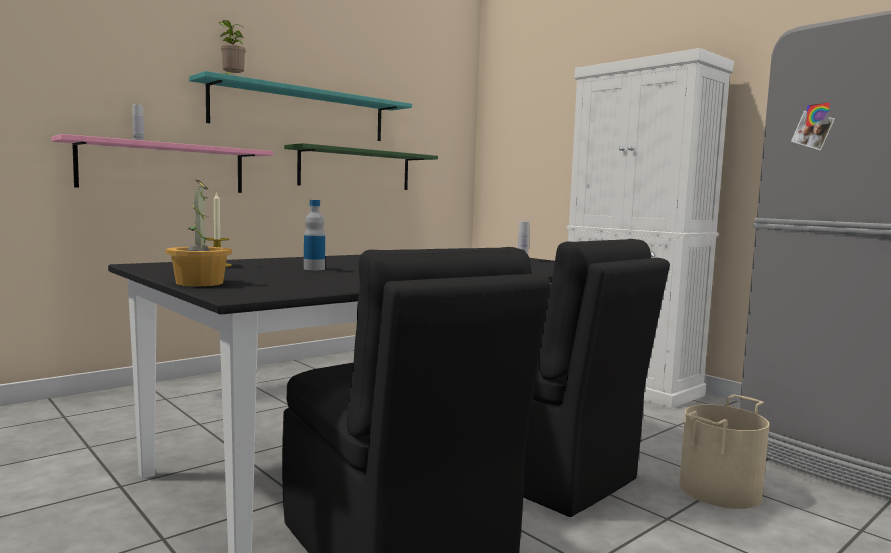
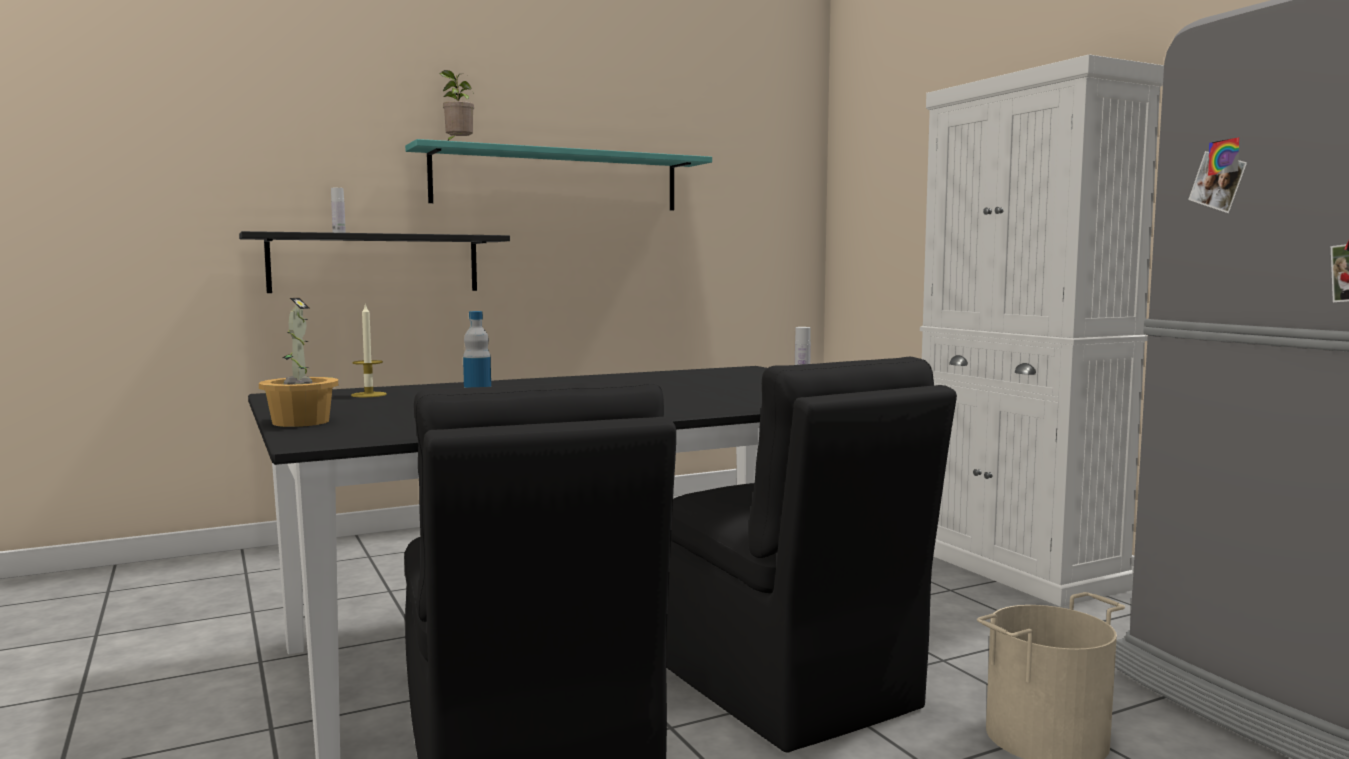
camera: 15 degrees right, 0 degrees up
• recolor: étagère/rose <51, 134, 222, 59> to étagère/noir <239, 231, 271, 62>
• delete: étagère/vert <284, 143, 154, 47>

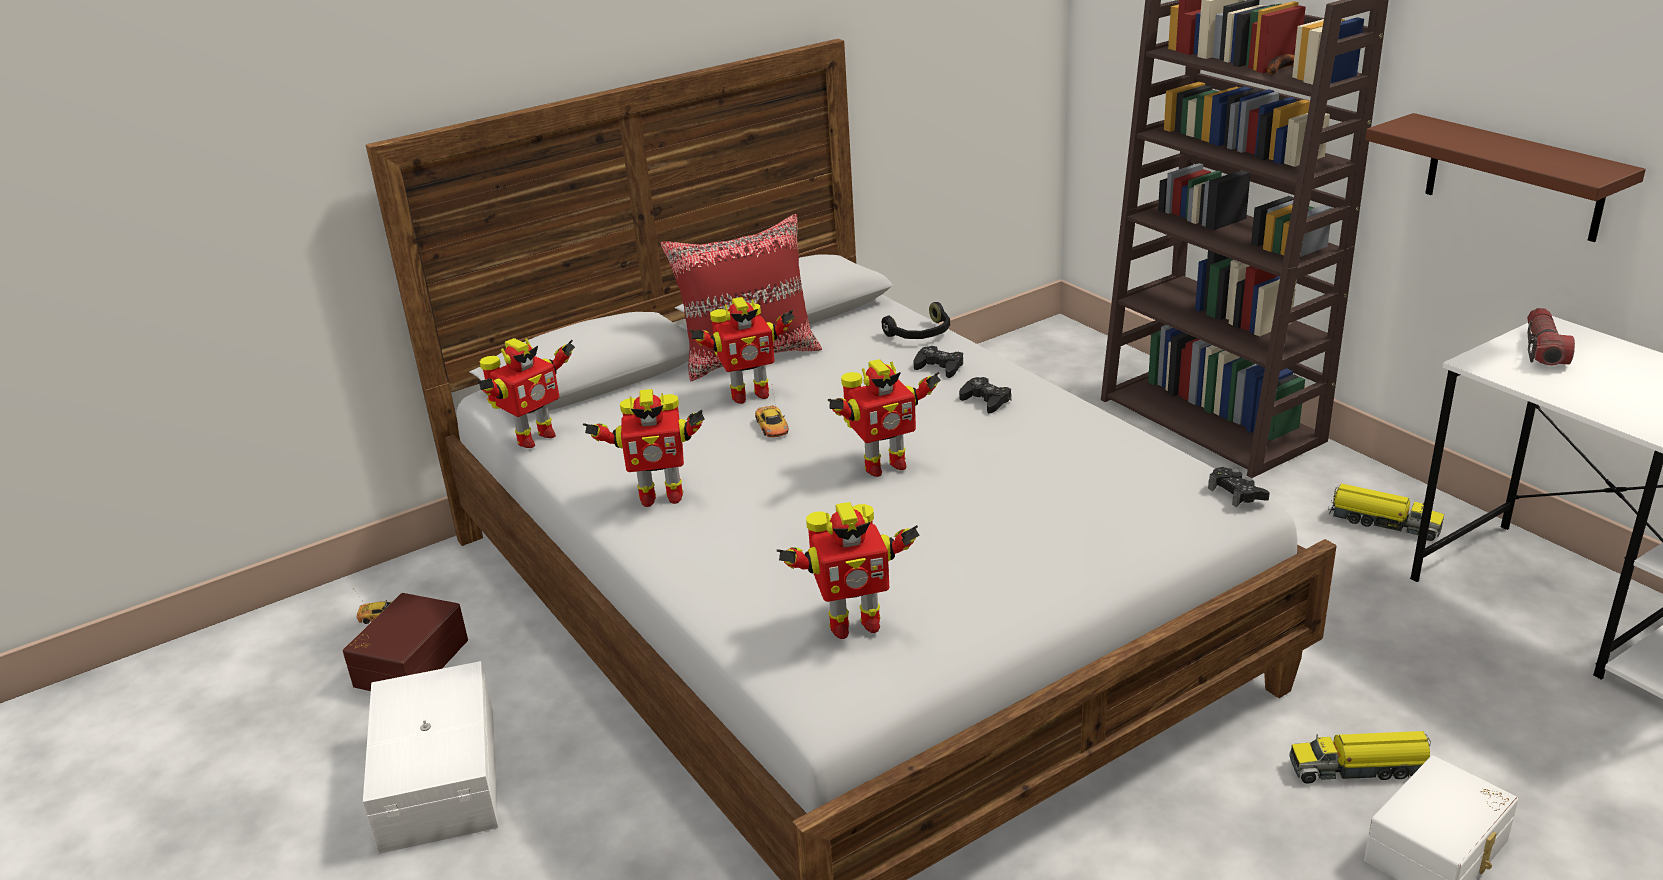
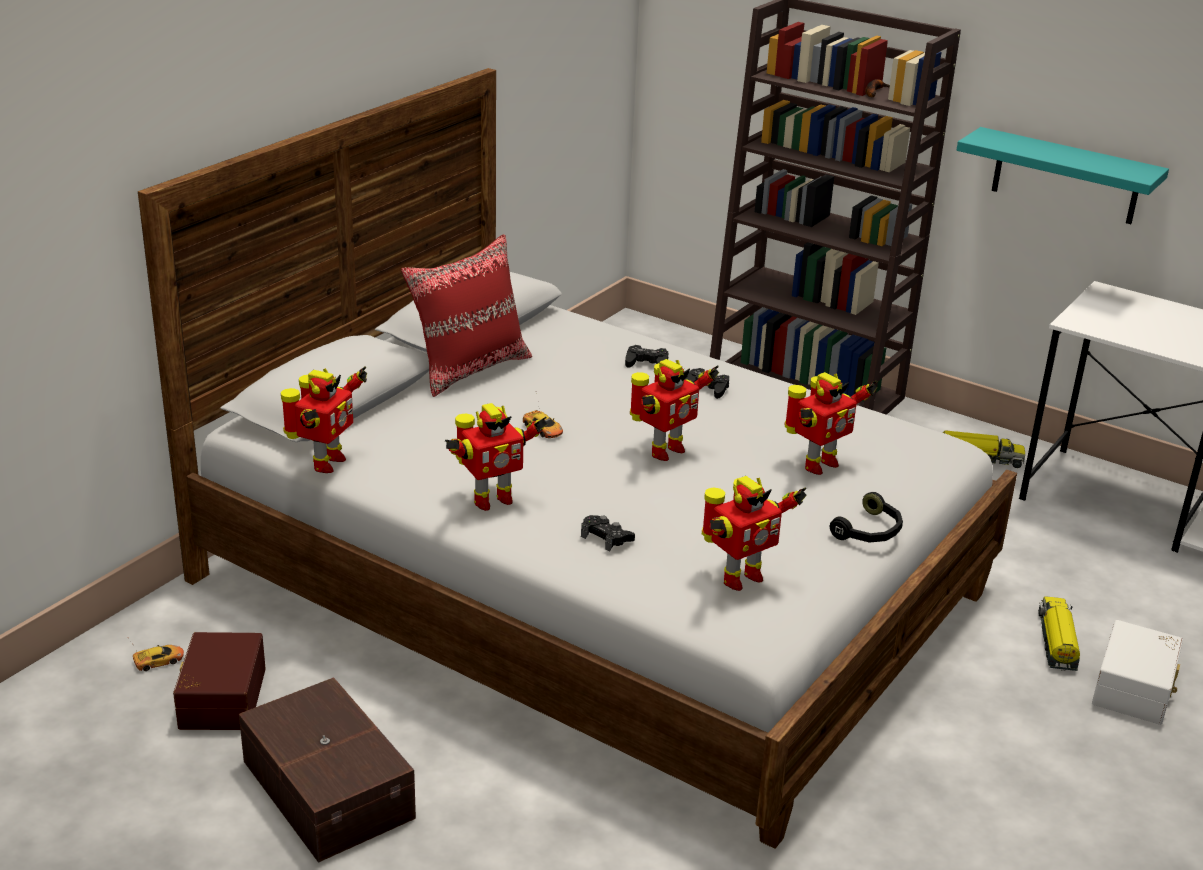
camera: 25 degrees left, 0 degrees up
• recolor: boîte de rangement/blanc <363, 661, 135, 193> to boîte de rangement/marron <239, 677, 177, 186>
• move: manette/noir <1208, 467, 62, 41> to <581, 515, 54, 36>
• move: robot jouet <689, 297, 106, 107> to <785, 372, 92, 103>
• move: casque audio/noir <882, 302, 68, 37> to <830, 492, 73, 51>
• recolor: étagère/marron <1365, 113, 281, 129> to étagère/turquoise <957, 127, 212, 97>
• rotate: camion jouet <1290, 731, 141, 52> = <1038, 597, 42, 74> 120 degrees clockwise
• delete: lampe de poche <1527, 308, 48, 57>

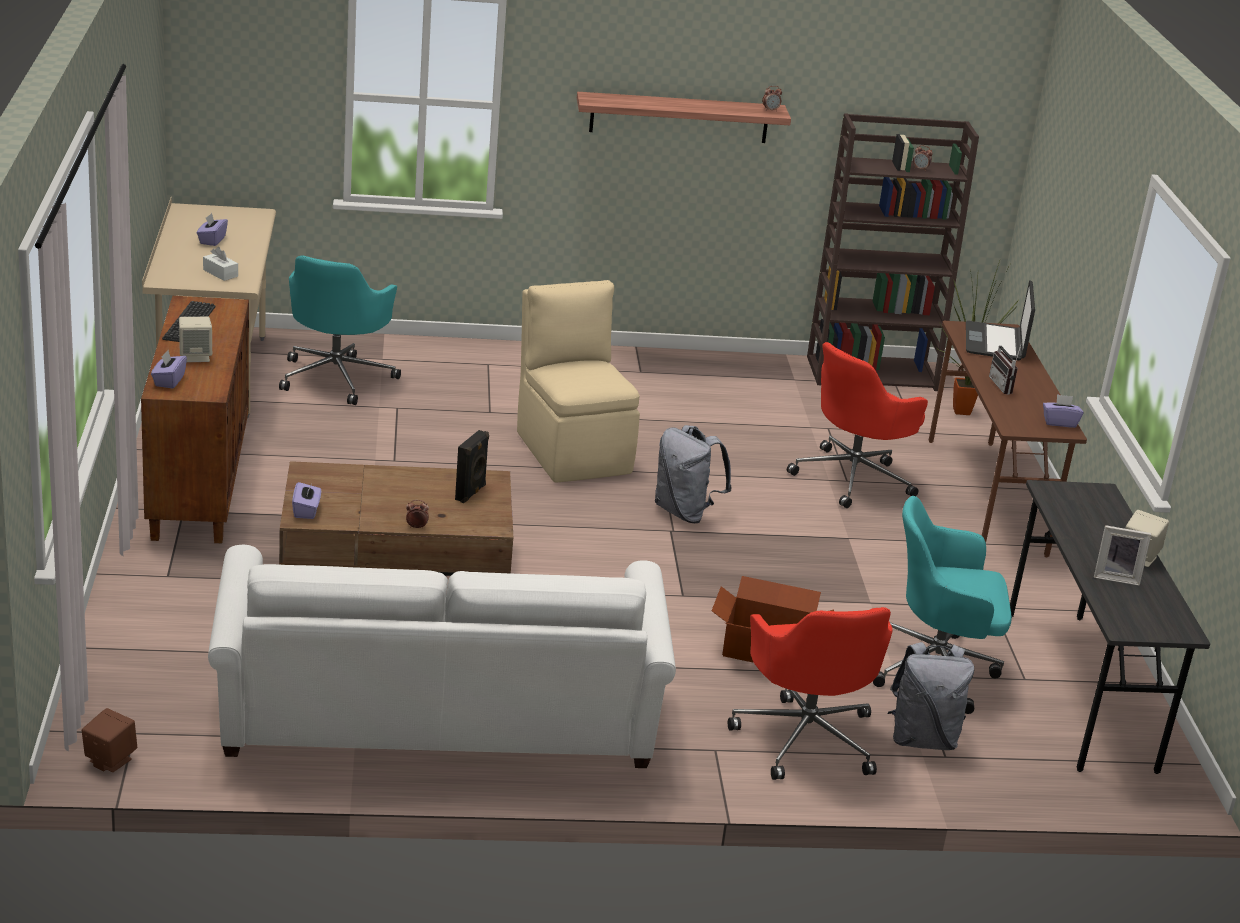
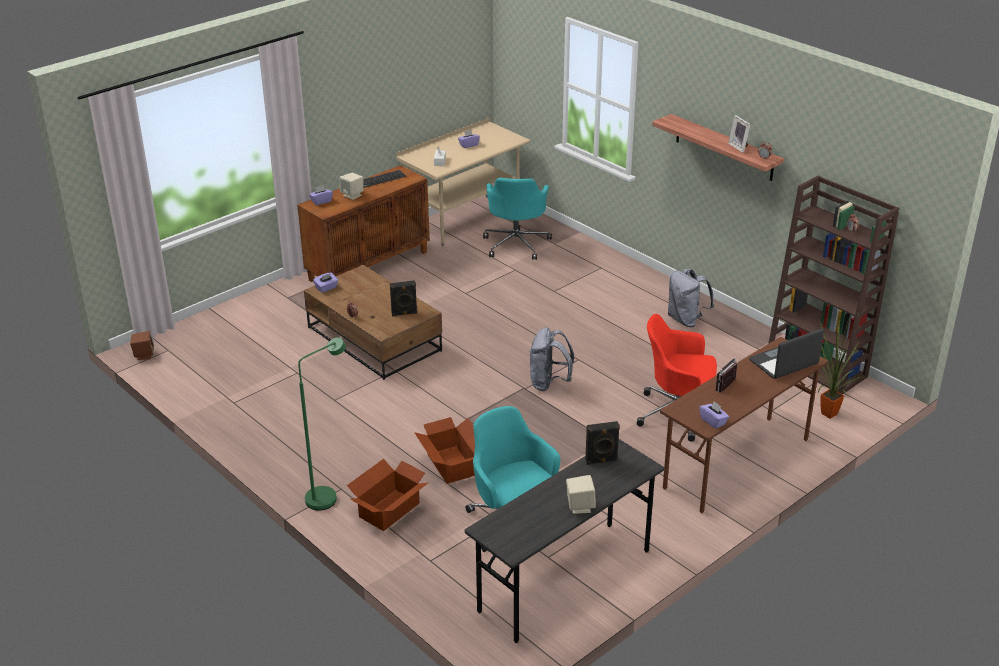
camera: 55 degrees right, 5 degrees up
• insert: lampadaire/vert <298, 337, 48, 173>
• replace: chaise de bureau/rouge <728, 607, 165, 173> to carton <347, 459, 81, 72>
• rotate: chaise de bureau/turquoise <279, 255, 122, 150> = <483, 178, 69, 82> 60 degrees counterclockwise
• insert: enceinte/noir <585, 421, 35, 44>
• move: sac à dos/gris <888, 642, 86, 108> to <668, 269, 46, 58>
• move: cadre photo <1094, 525, 57, 61> to <728, 115, 23, 38>
• delete: canapé/blanc <208, 545, 468, 223>
• delete: chaise/beige <517, 280, 123, 203>

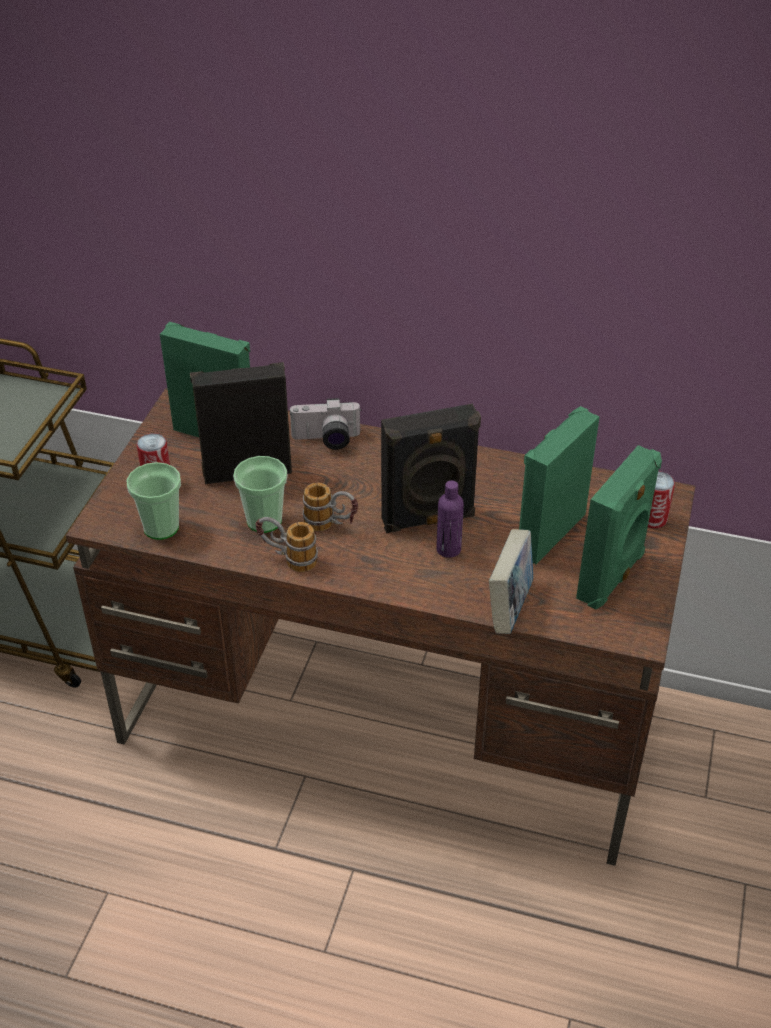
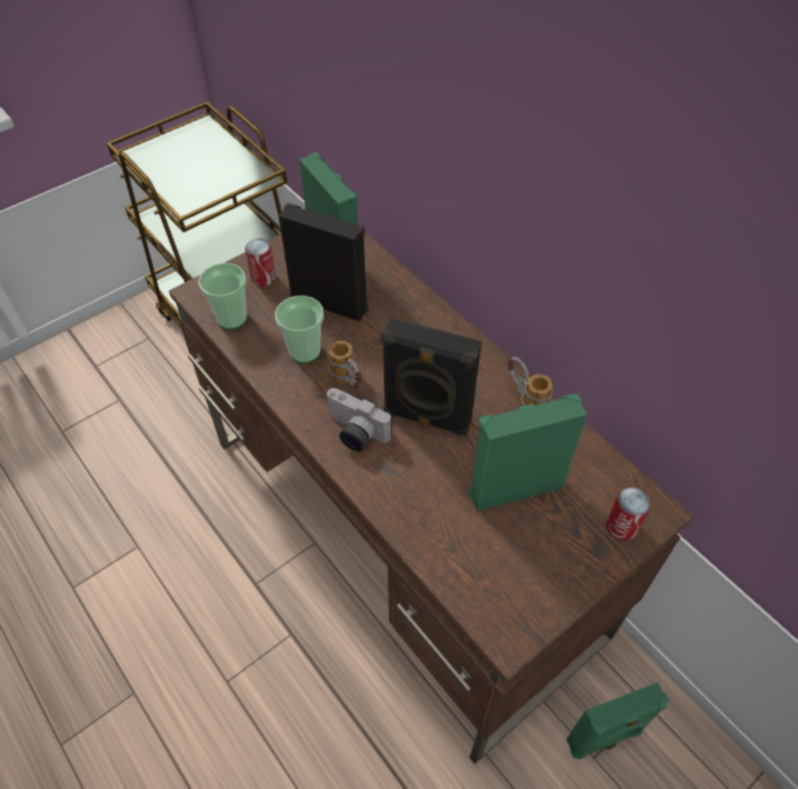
camera: 35 degrees right, 10 degrees up
• move: appareil photo <289, 398, 72, 52> to <325, 388, 67, 63>
• move: mug <256, 517, 62, 55> to <508, 356, 45, 50>
• move: enceinte/vert <576, 445, 86, 164> to <566, 682, 103, 77>
• delete: bouteille/violet <436, 480, 28, 78>
• delete: livre <489, 529, 44, 105>

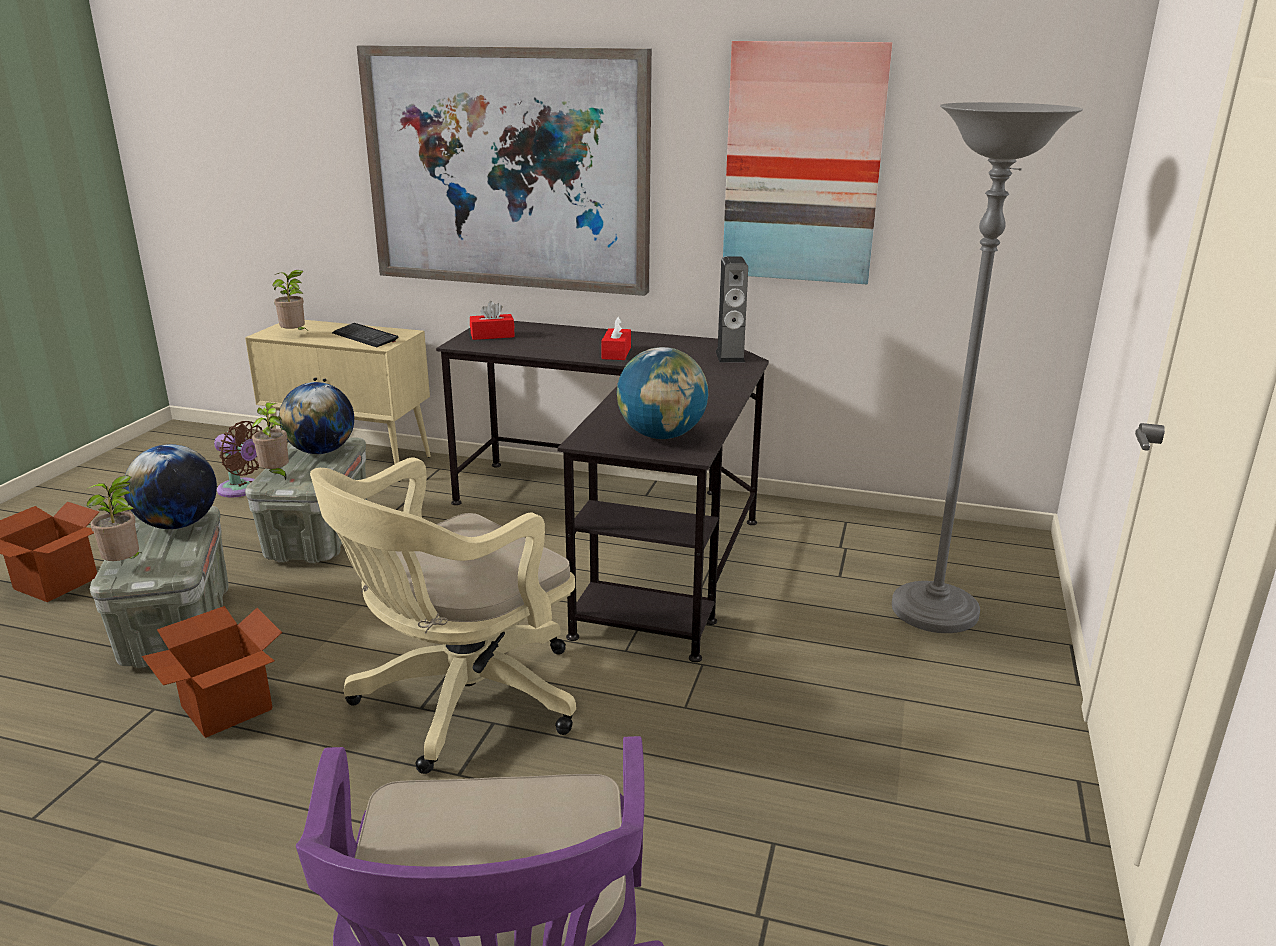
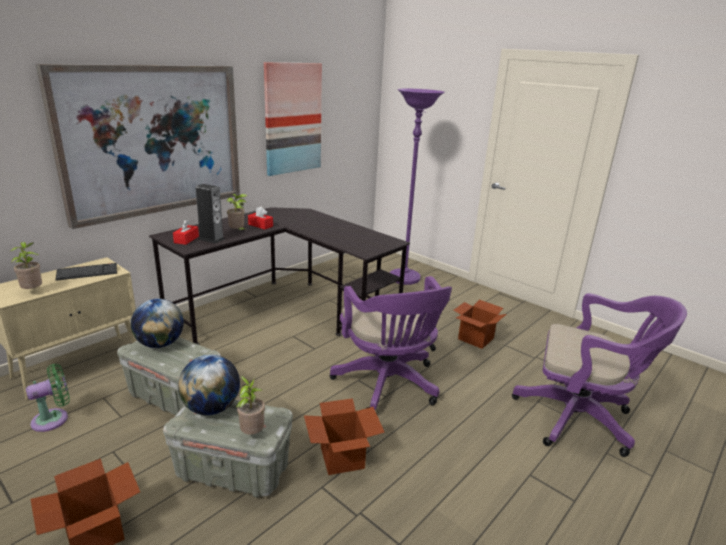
camera: 65 degrees left, 0 degrees up
• recolor: ventilateur/marron <214, 421, 48, 77> to ventilateur/vert <26, 364, 44, 68>
• move: enceinte <716, 257, 32, 106> to <195, 184, 29, 60>
• move: plante en pot <252, 402, 37, 78> to <227, 194, 21, 36>
• recolor: chaise de bureau/beige <310, 457, 266, 317> to chaise de bureau/violet <330, 276, 122, 134>
• recolor: lampadaire/gris <892, 102, 191, 531> to lampadaire/violet <389, 89, 56, 196>
• insert: carton <453, 300, 53, 49>
• delete: globe <617, 347, 92, 92>

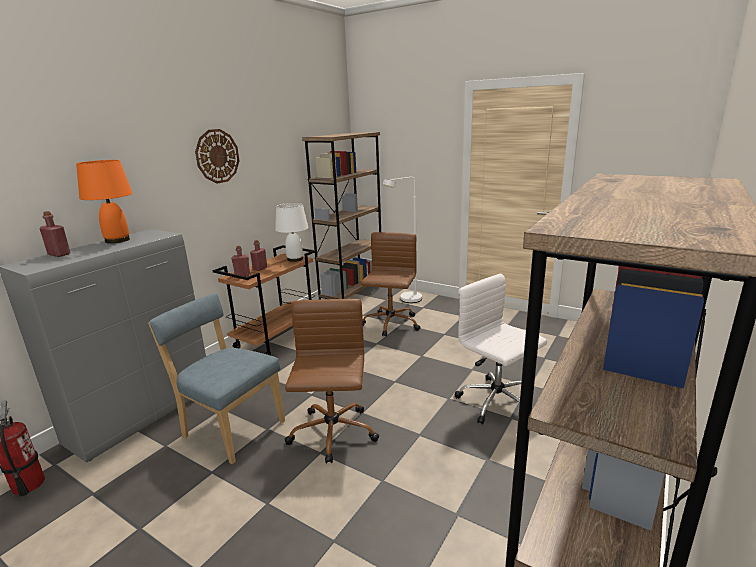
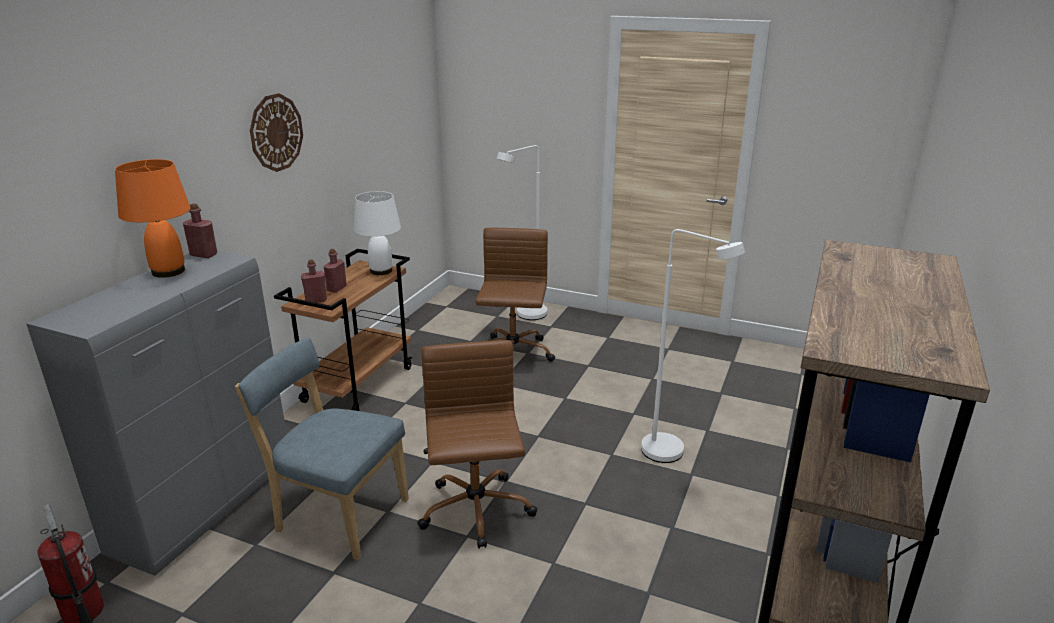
camera: 10 degrees left, 5 degrees up
• move: bouteille/rouge <39, 211, 31, 46> to <183, 203, 34, 55>
• replace: chaise de bureau/blanc <454, 274, 93, 151> to lampadaire/blanc <641, 229, 104, 234>
• delete: bibliothèque/marron <302, 132, 79, 167>

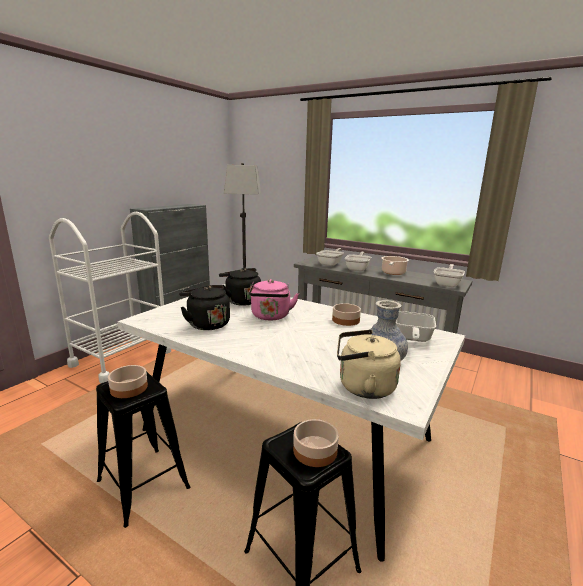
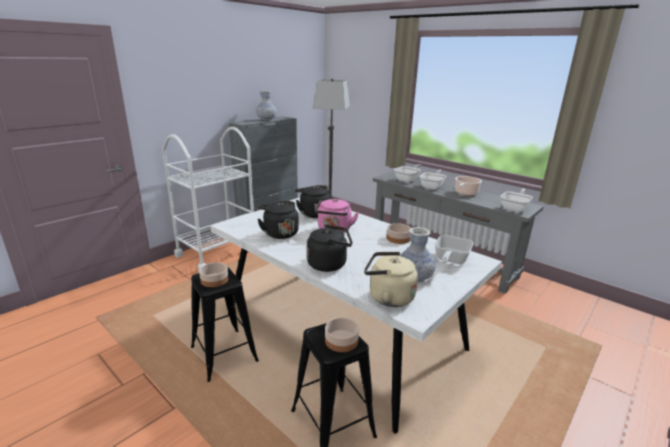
camera: 10 degrees right, 5 degrees up
• insert: vase <256, 91, 21, 29>
• insert: bouilloire/noir <307, 224, 46, 48>

